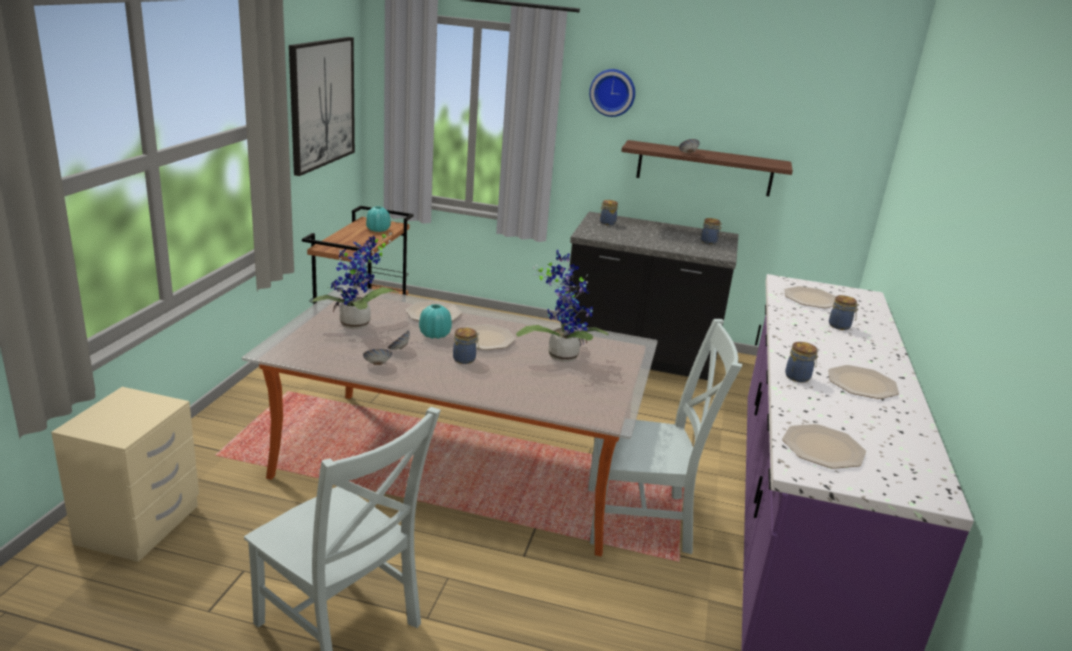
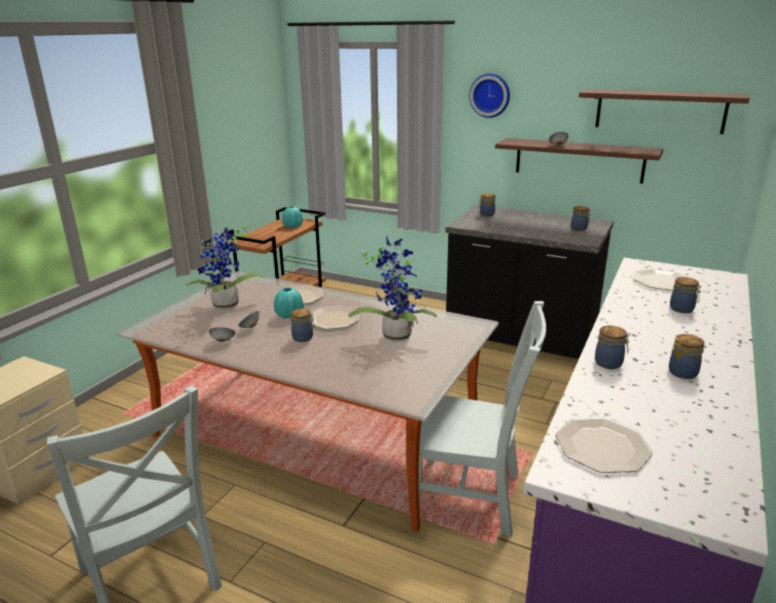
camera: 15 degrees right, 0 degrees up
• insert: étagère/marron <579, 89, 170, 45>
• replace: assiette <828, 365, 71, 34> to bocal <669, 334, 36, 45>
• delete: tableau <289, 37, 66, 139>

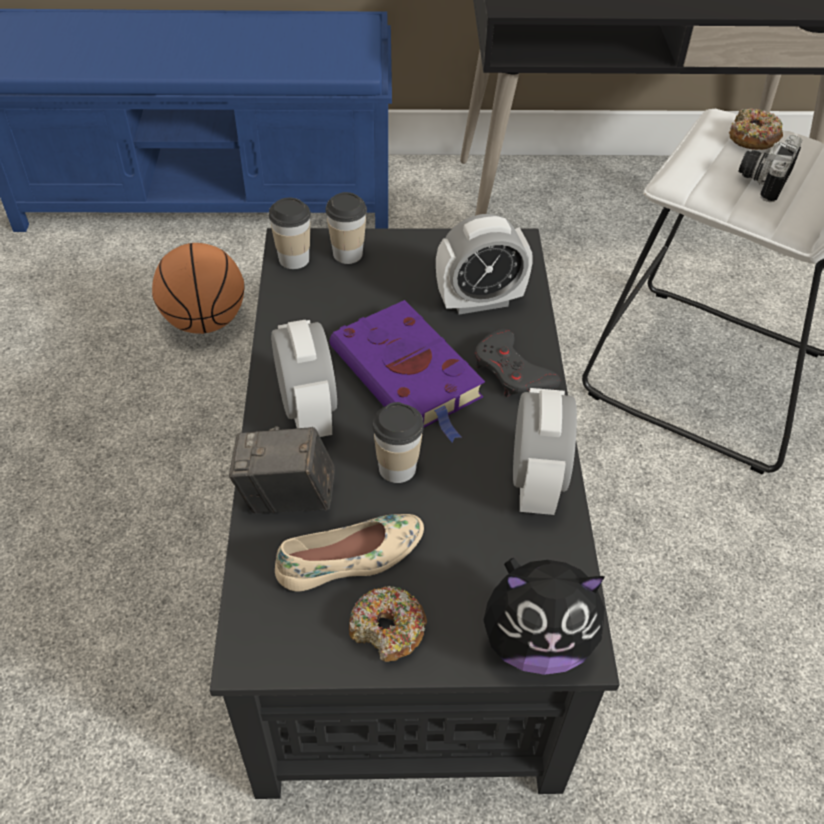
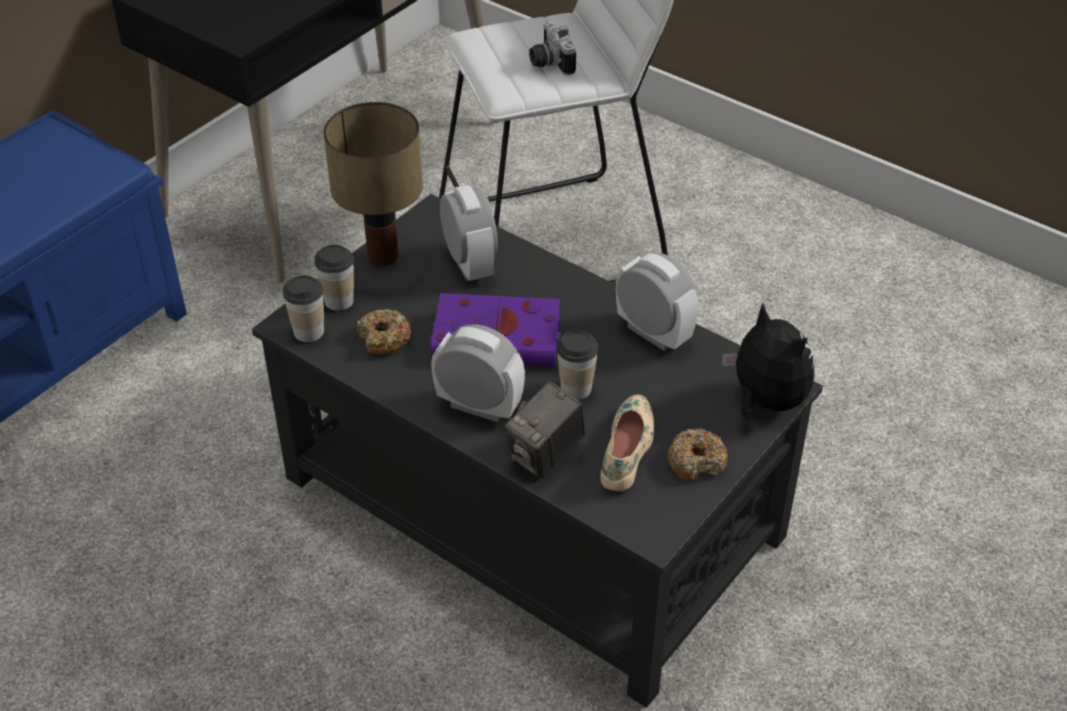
camera: 50 degrees left, 5 degrees down
• insert: lampe de table <323, 102, 100, 163>
• move: beignet <729, 108, 54, 42> to <357, 309, 54, 46>
• rotate: réveil <436, 214, 97, 100> = <440, 185, 58, 96> 45 degrees counterclockwise
• rotate: peluche <484, 558, 122, 117> = <722, 303, 92, 115> 75 degrees counterclockwise
• delete: ballon de basket <152, 243, 93, 91>
• delete: manette/gris <475, 329, 86, 68>

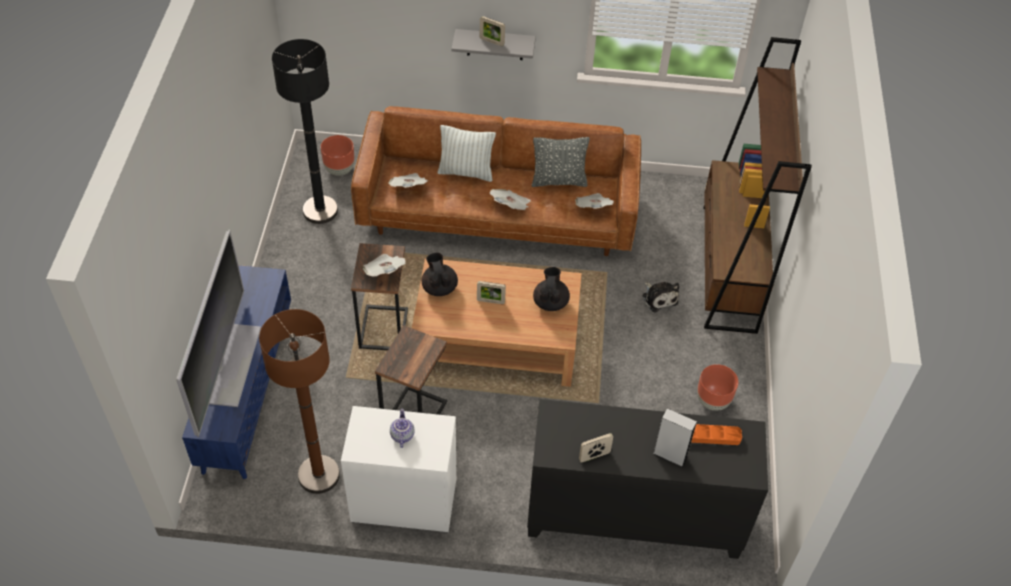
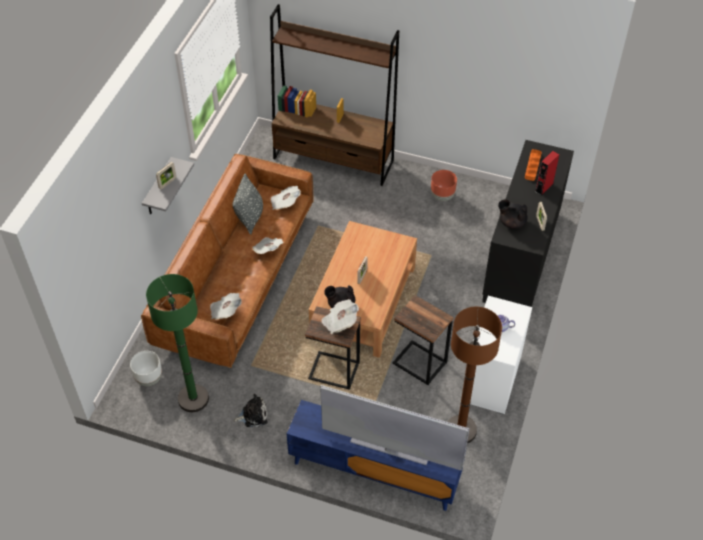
camera: 75 degrees left, 0 degrees up
• recolor: cache-pot/marron <321, 135, 34, 41> to cache-pot/blanc <130, 351, 32, 35>
• recolor: lampadaire/noir <272, 39, 66, 185> to lampadaire/vert <146, 274, 63, 138>
• move: peluche <642, 282, 37, 30> to <233, 394, 35, 33>
• move: théière/noir <533, 267, 37, 44> to <498, 199, 30, 30>
• recolor: enceinte/gris <653, 408, 44, 59> to enceinte/rouge <535, 151, 24, 44>
• delete: coussin/blanc <437, 125, 59, 57>

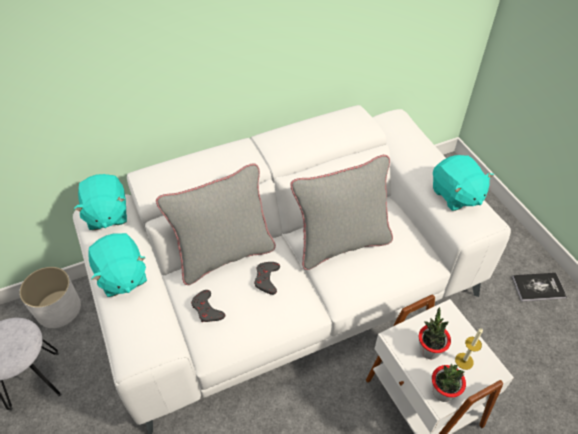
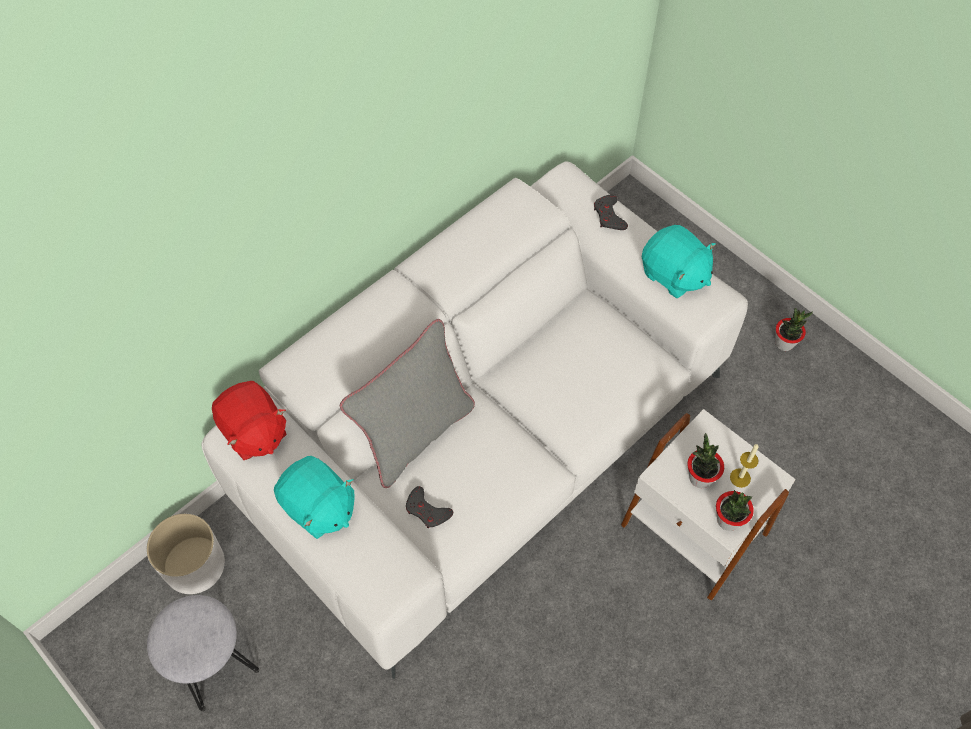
camera: 20 degrees left, 10 degrees up
• recolor: peluche/turquoise <74, 174, 53, 56> to peluche/rouge <212, 381, 75, 79>
• move: manette/gris <254, 262, 26, 33> to <594, 195, 34, 35>
• replace: livre <512, 273, 55, 28> to plante en pot <776, 308, 37, 43>
• delete: coussin/gris <290, 155, 103, 115>

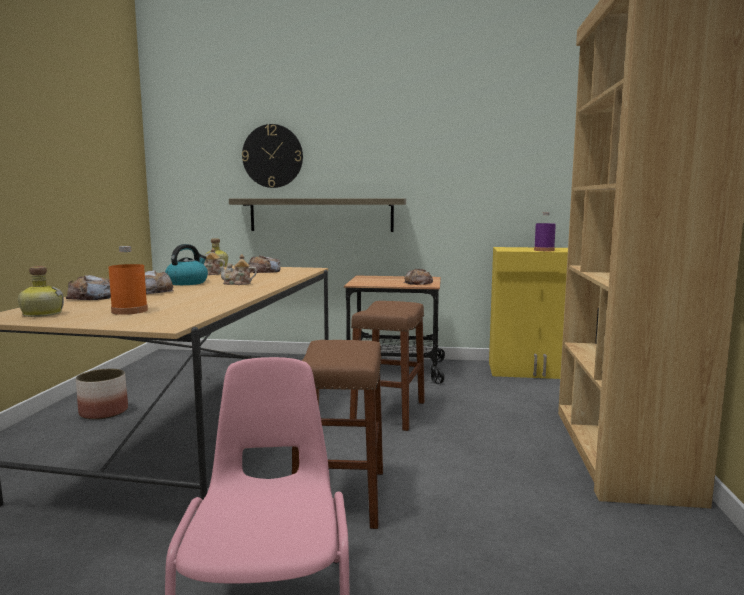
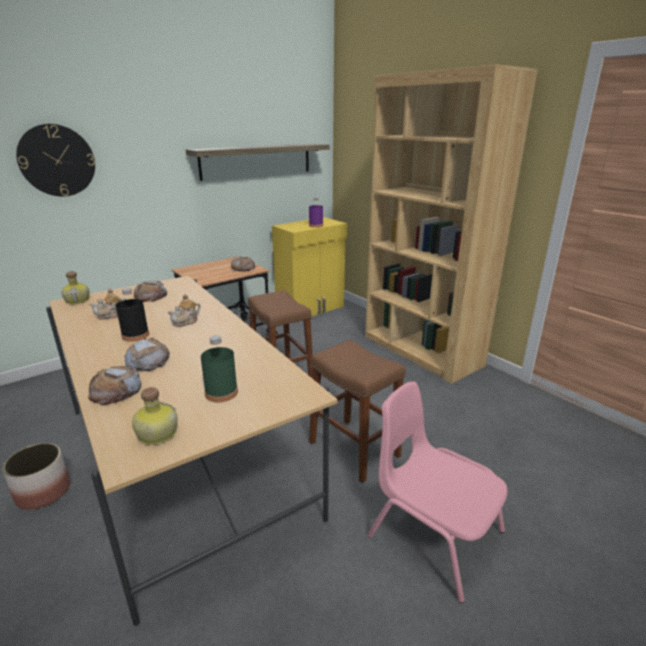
camera: 45 degrees left, 15 degrees up
• replace: bouilloire <165, 244, 43, 41> to bouteille/noir <116, 288, 33, 54>
• move: étagère <229, 199, 177, 33> to <186, 144, 143, 37>
• recolor: bouteille/orange <108, 246, 40, 69> to bouteille/vert <201, 335, 37, 67>

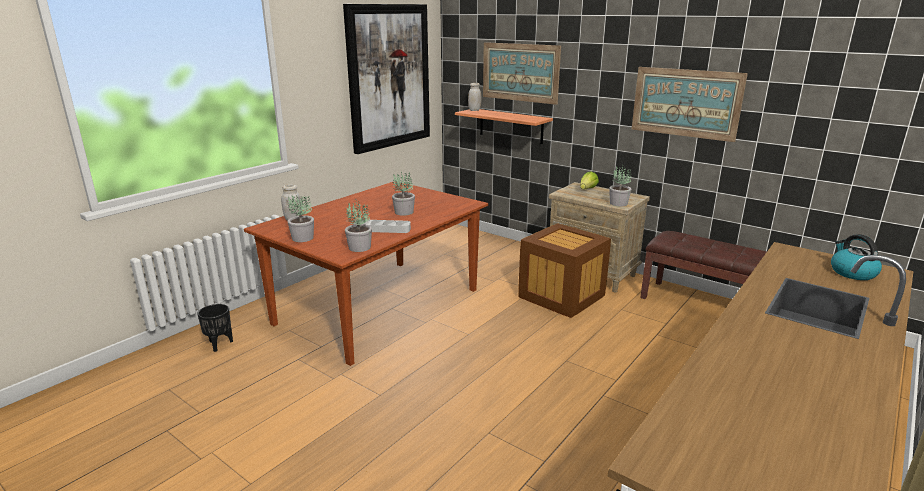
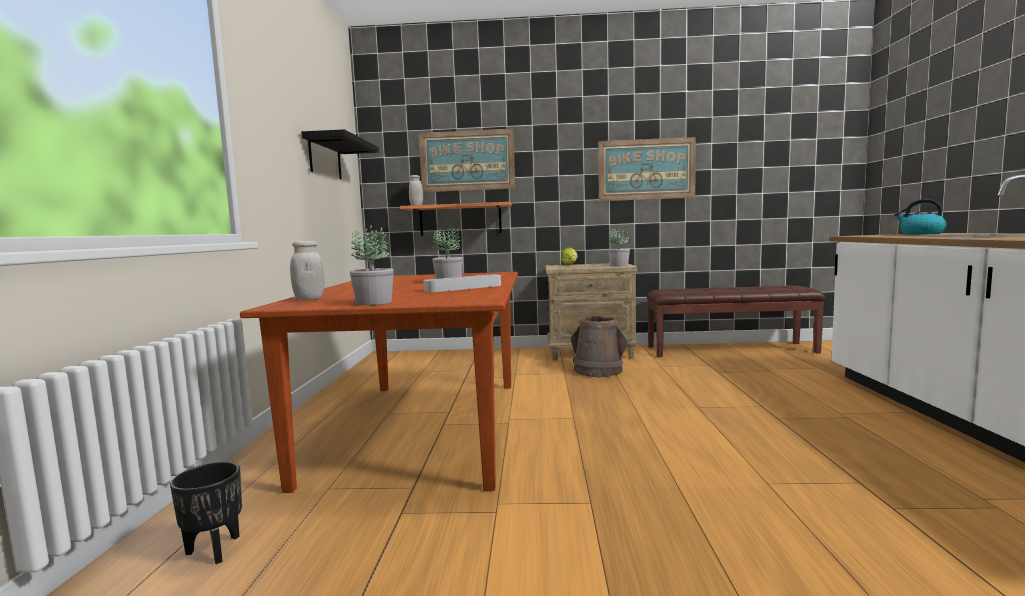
camera: 35 degrees left, 15 degrees down
• replace: tableau <343, 4, 87, 150> to étagère/noir <301, 129, 78, 51>
• replace: caisse <518, 223, 93, 95> to seau/marron <571, 316, 58, 62>
• delete: plante en pot <345, 199, 27, 53>

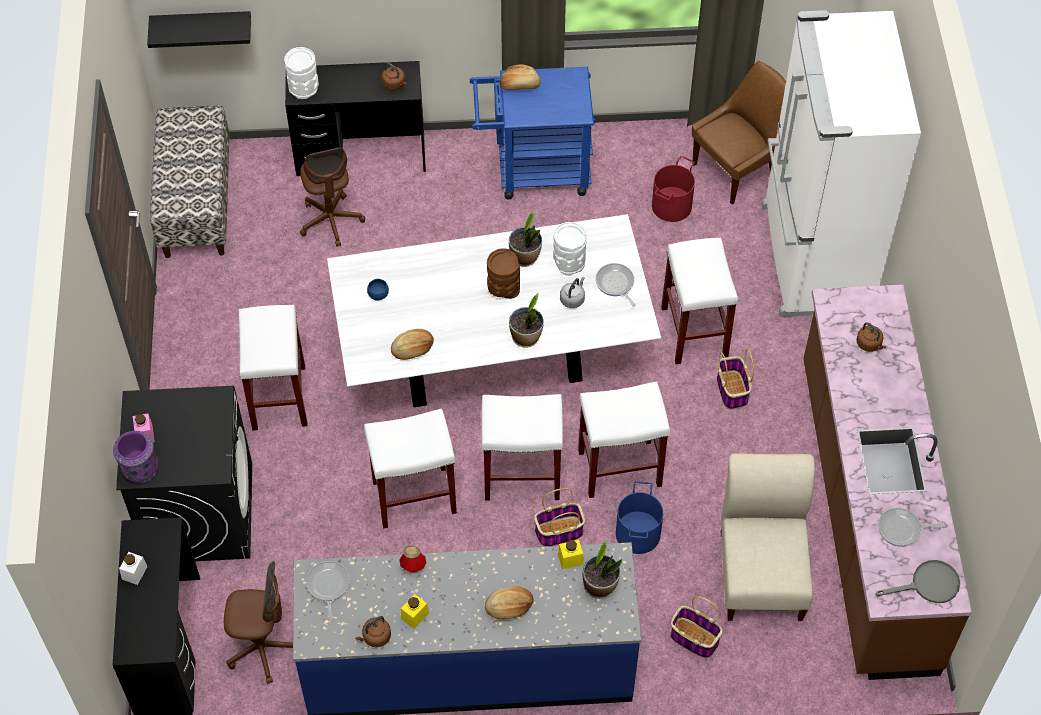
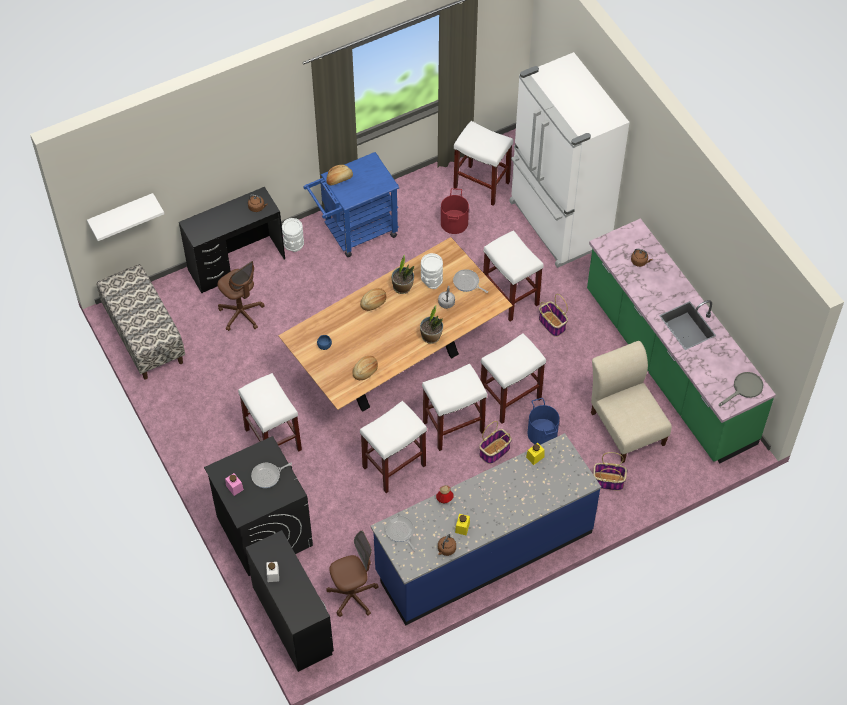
camera: 25 degrees left, 0 degrees up
• recolor: étagère/noir <147, 11, 104, 37> to étagère/blanc <87, 193, 77, 48>
• move: poêle <878, 508, 65, 39> to <251, 463, 41, 25>
• recolor: table à manger/blanc <327, 214, 334, 193> to table à manger/marron <278, 237, 235, 175>
• move: vase/blanc <284, 47, 35, 52> to <282, 218, 22, 34>
• move: pain <485, 586, 49, 33> to <360, 288, 26, 23>
• replace: chaise/marron <692, 61, 94, 143> to tabouret/blanc <453, 121, 60, 85>
• recolor: comptoir de cuisine/marron <803, 285, 169, 395> to comptoir de cuisine/vert <587, 218, 189, 245>
• delete: vase/violet <113, 431, 45, 52>
• delete: vase/marron <487, 248, 33, 51>
• delete: plante en pot <583, 539, 39, 60>

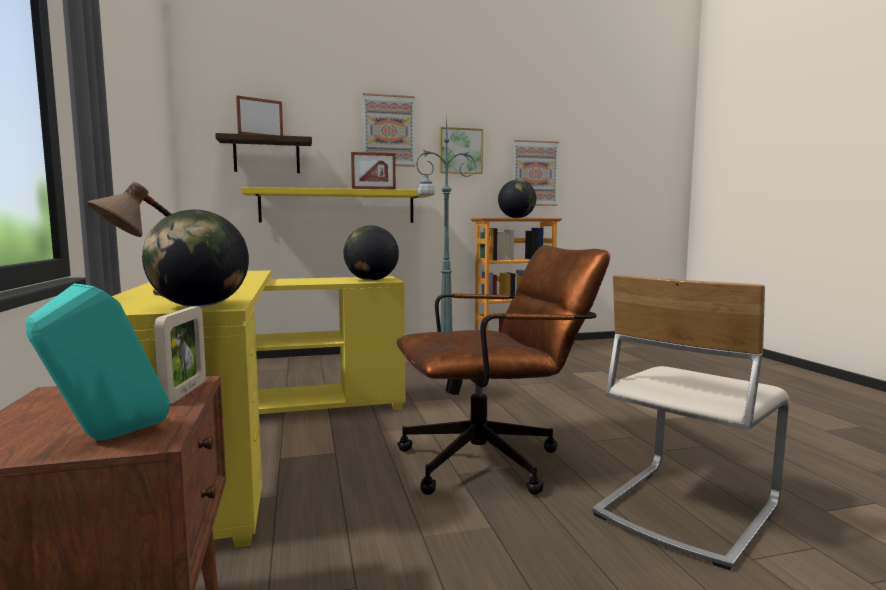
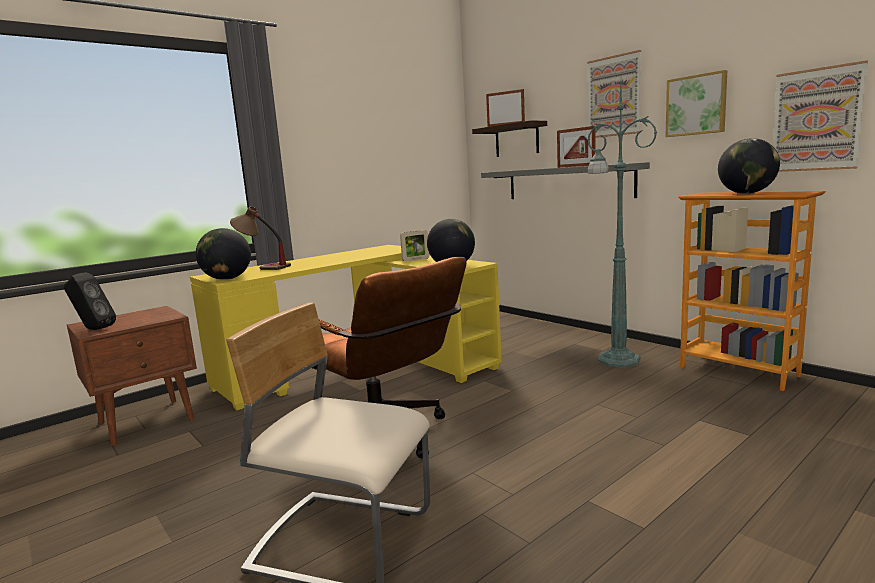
camera: 65 degrees right, 5 degrees up
• recolor: enceinte/turquoise <26, 283, 144, 158> to enceinte/noir <64, 272, 52, 58>
• move: cadre photo <154, 307, 52, 97> to <400, 230, 29, 32>
• recolor: étagère/jaune <241, 187, 191, 36> to étagère/gris <481, 162, 169, 37>

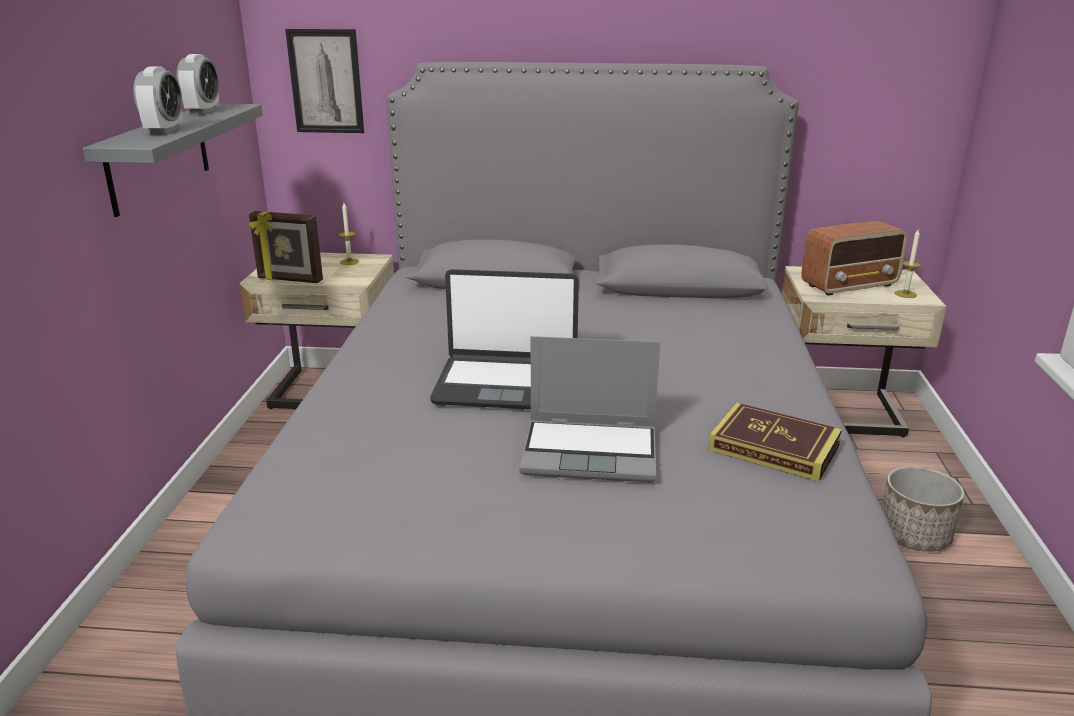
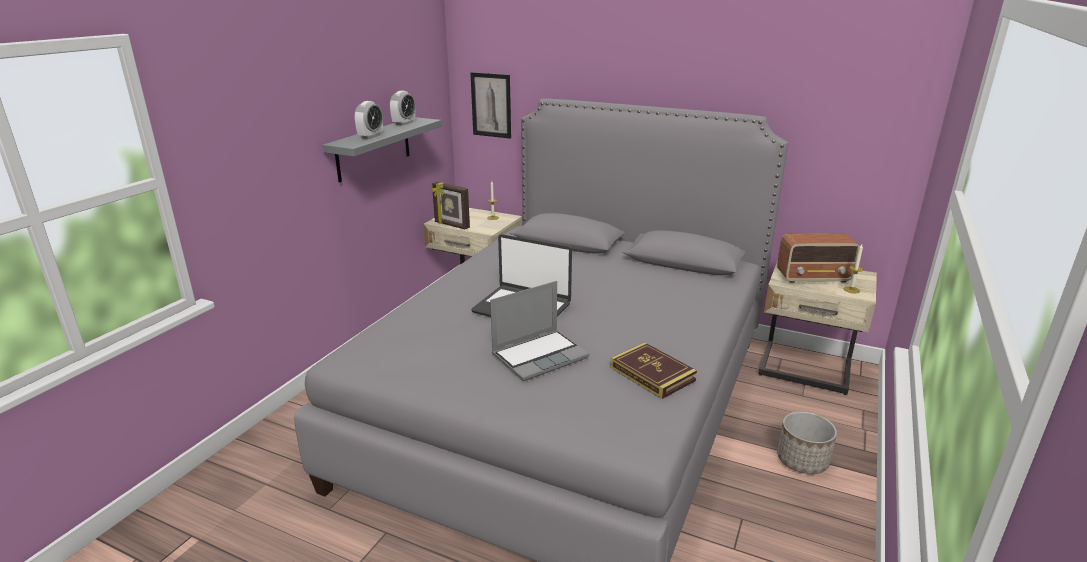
camera: 20 degrees right, 0 degrees up
• rotate: ordinateur portable <520, 336, 140, 146> = <490, 281, 99, 100> 60 degrees counterclockwise

